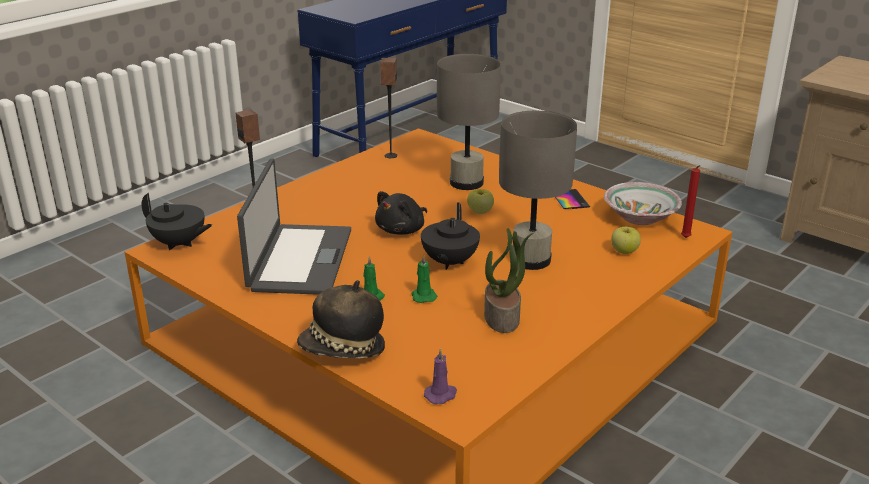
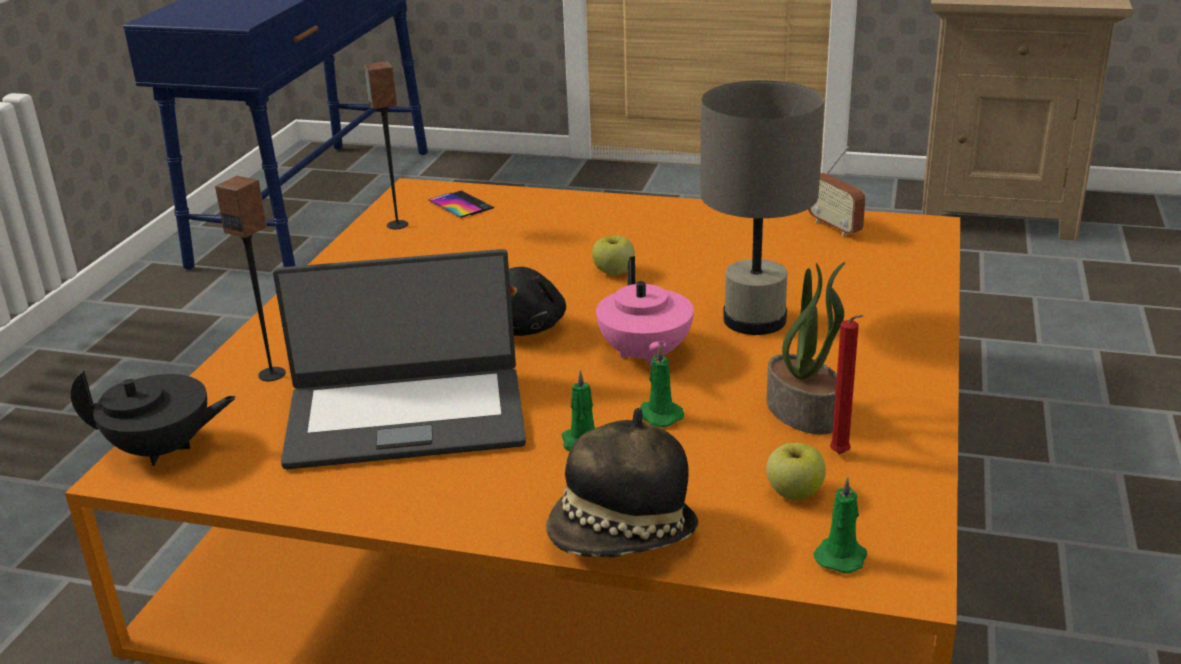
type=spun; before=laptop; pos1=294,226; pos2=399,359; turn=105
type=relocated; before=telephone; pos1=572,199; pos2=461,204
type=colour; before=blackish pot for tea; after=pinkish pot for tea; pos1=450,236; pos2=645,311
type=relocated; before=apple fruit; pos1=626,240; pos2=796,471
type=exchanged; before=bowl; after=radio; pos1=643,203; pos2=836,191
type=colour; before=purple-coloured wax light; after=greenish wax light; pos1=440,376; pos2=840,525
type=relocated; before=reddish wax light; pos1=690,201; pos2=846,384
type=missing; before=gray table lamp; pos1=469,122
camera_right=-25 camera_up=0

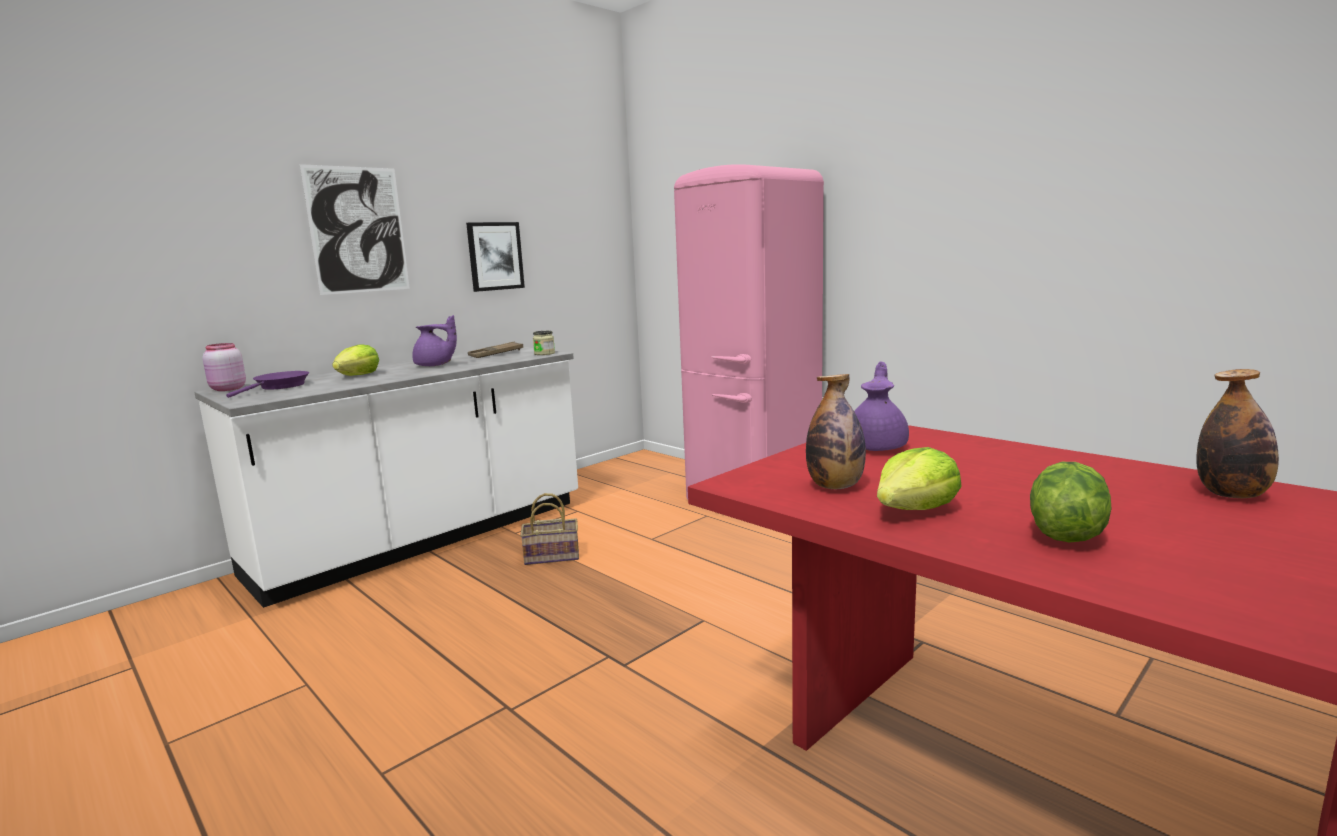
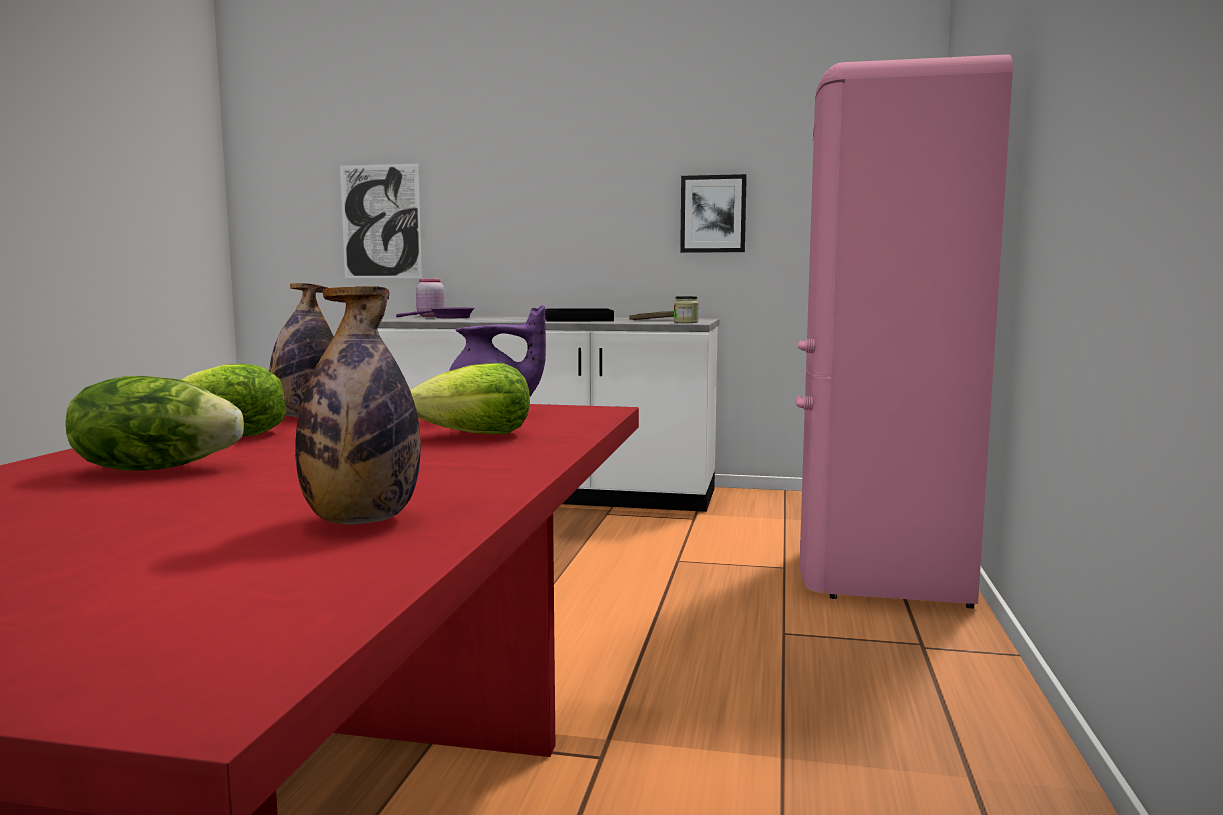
type=relocated; before=wall art; pos1=355,229; pos2=381,221
type=relocated; before=lettuce head; pos1=355,360; pos2=470,398
type=exchanged; before=purple-coloured pot for tea; after=blackish serving tray; pos1=435,340; pos2=579,315
type=missing; before=household basket; pos1=549,529
camera_right=55 camera_up=-5

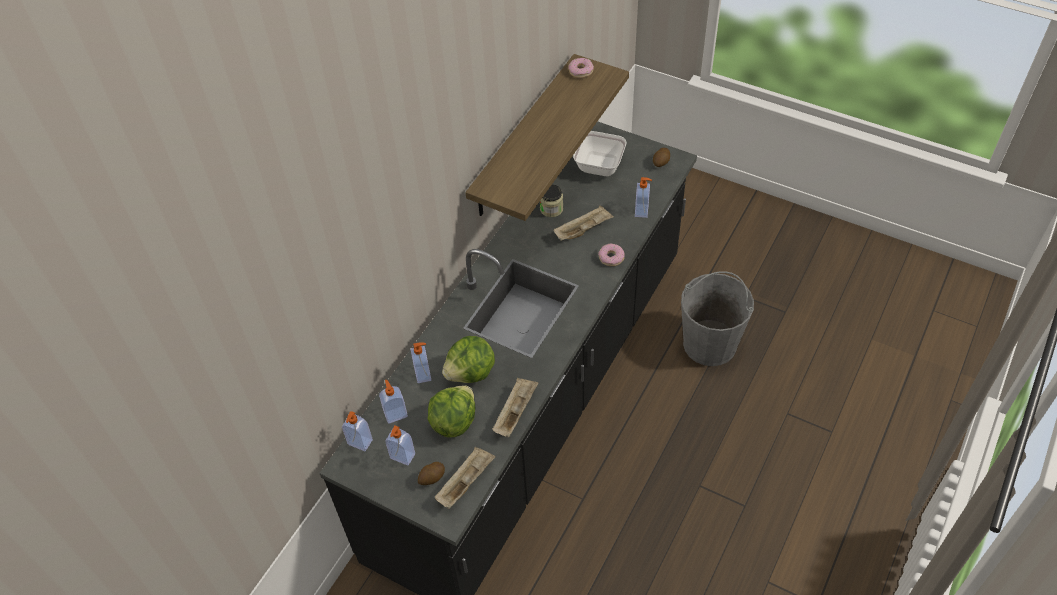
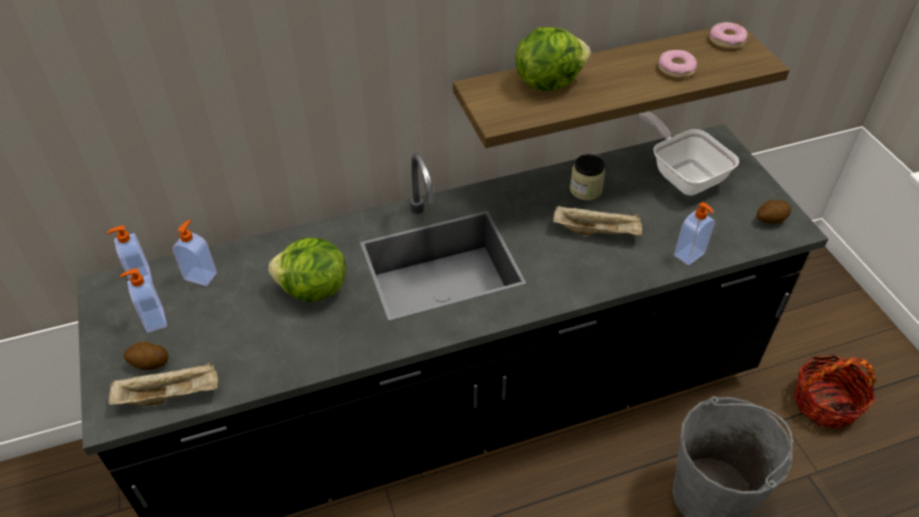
type=relocated; before=lettuce head; pos1=451,411; pos2=553,59
type=relocated; before=donut; pos1=611,255; pos2=678,64
type=appeared; after=household basket; pos2=835,392
type=missing; before=soap dispenser; pos1=421,362
type=missing; before=beige-coloured serving tray; pos1=515,408
camera_right=40 camera_up=-5

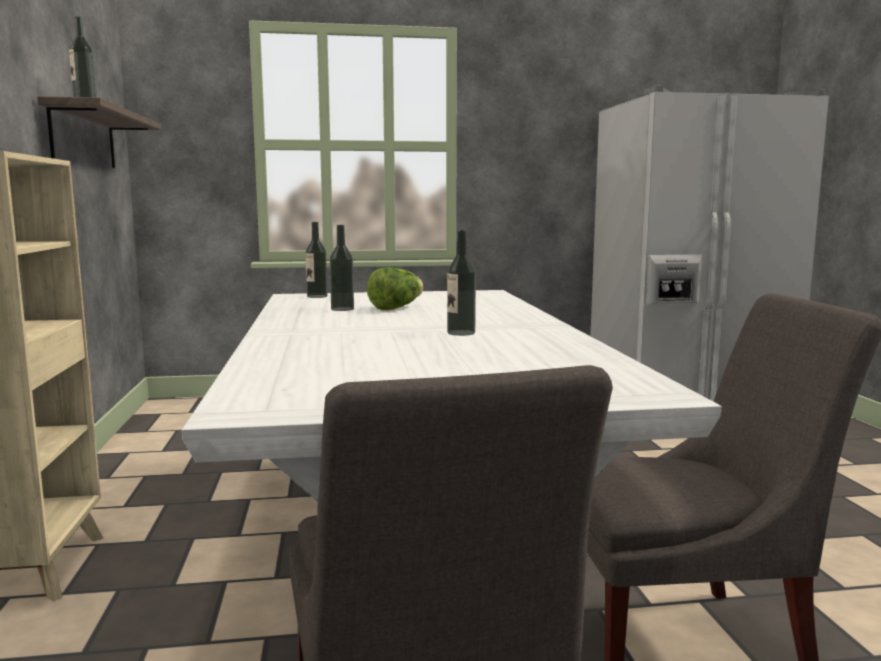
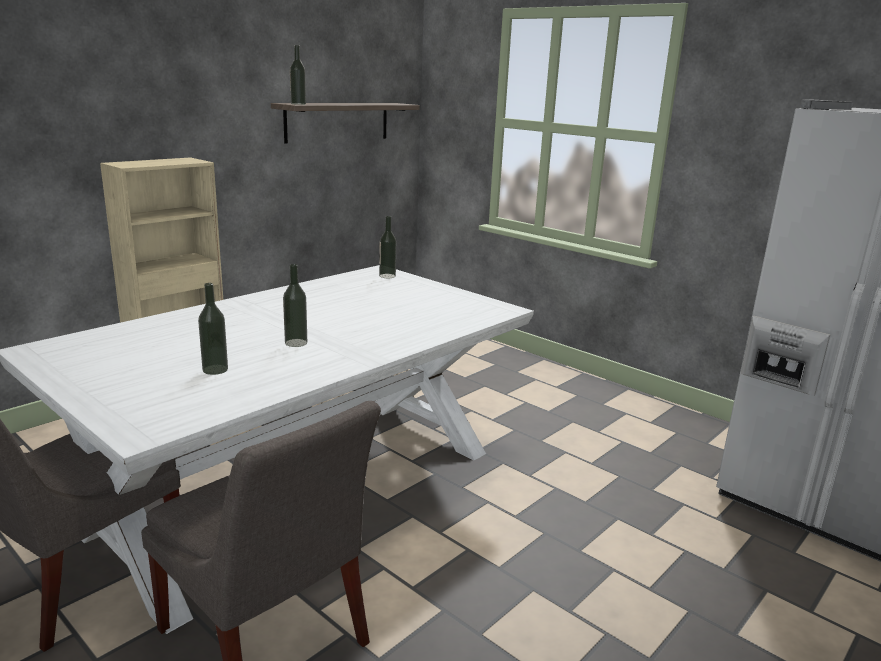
type=relocated; before=drink bottle; pos1=342,268; pos2=213,329
type=missing; before=lettuce head; pos1=395,288
camera_right=50 camera_up=10

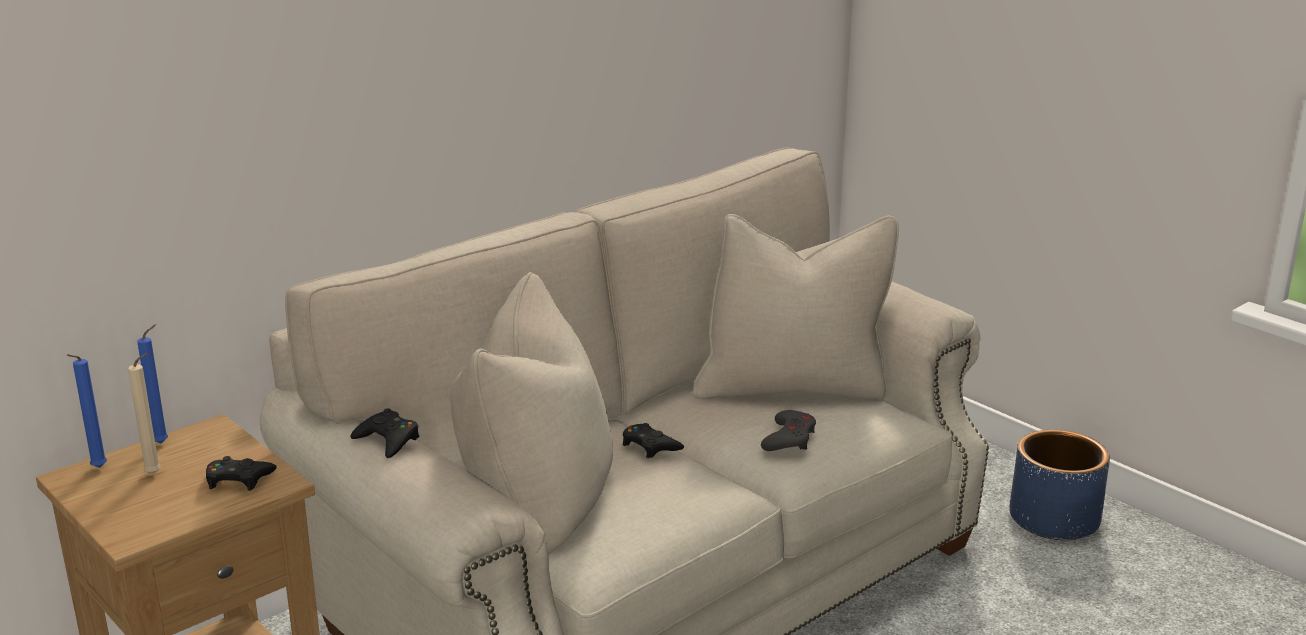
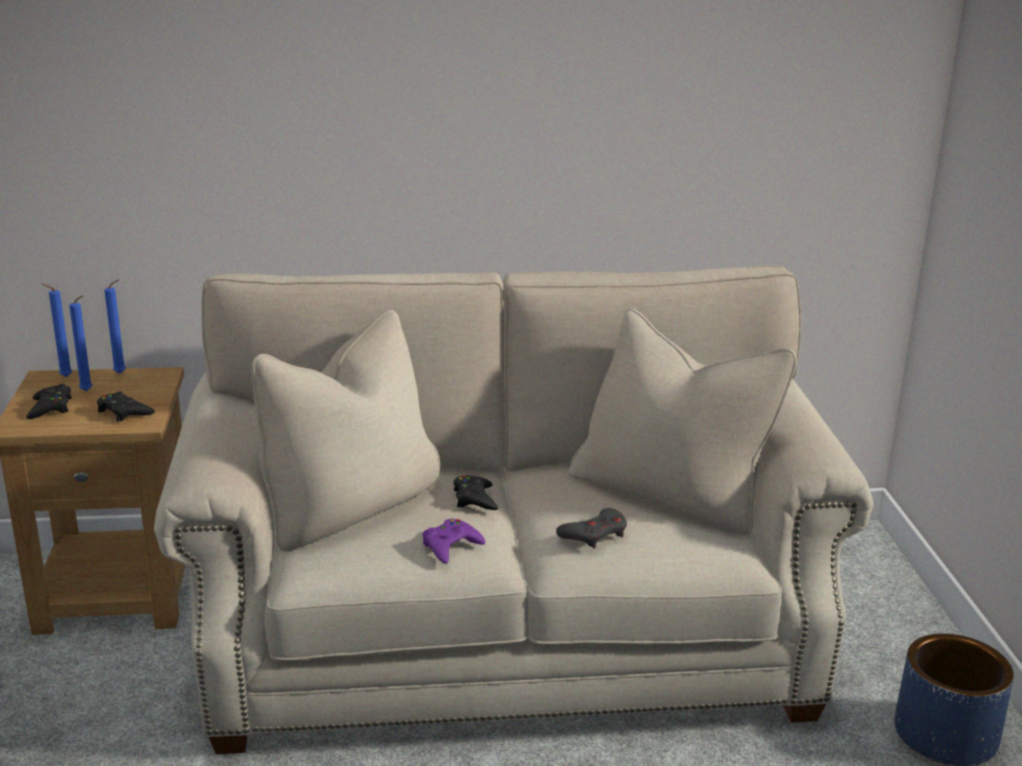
type=relocated; before=blackish game controller; pos1=384,433; pos2=49,401
type=colour; before=beige-coloured wax light; after=blue-coloured wax light; pos1=144,413; pos2=80,343
type=appeared; after=purple-coloured game controller; pos2=453,541
camera_right=35 camera_up=0

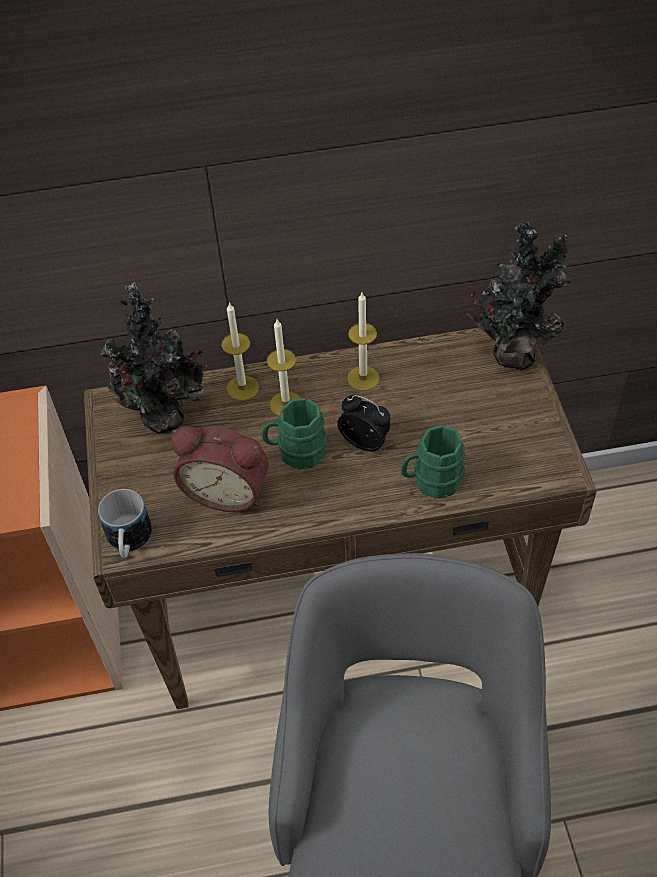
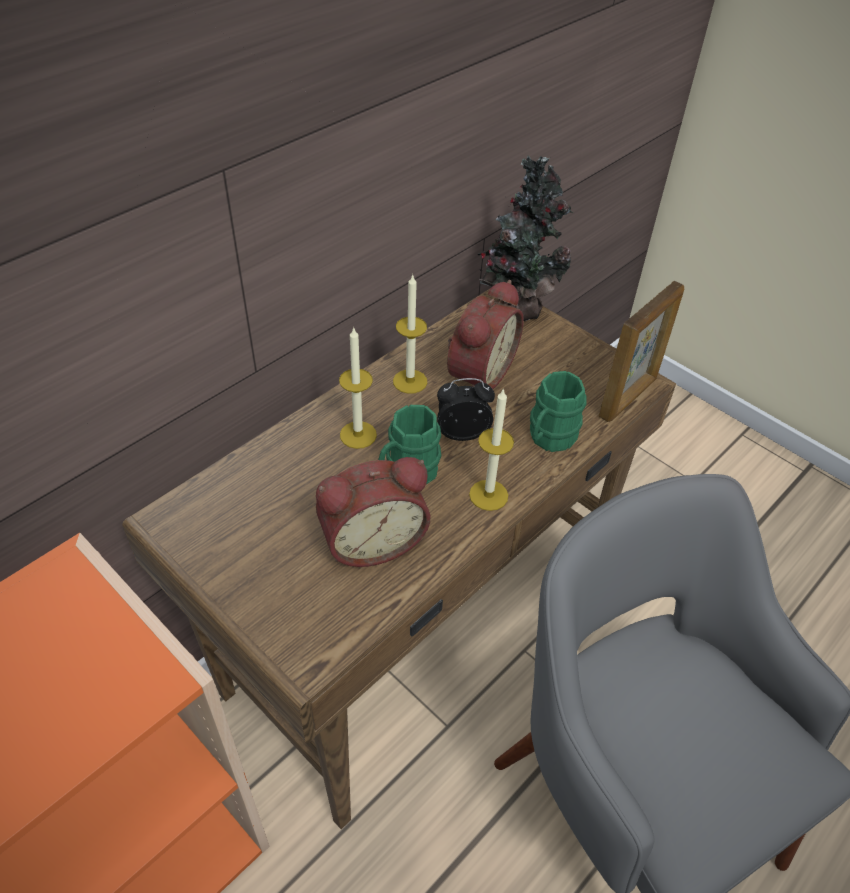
type=appeared; after=alarm clock; pos2=485,334
type=relocated; before=wax light; pos1=240,351; pos2=491,449
type=appeared; after=photo frame; pos2=641,351
type=missing; before=plant in a pot; pos1=152,358
type=missing; before=mug; pos1=125,523
camera_right=-40 camera_up=-5

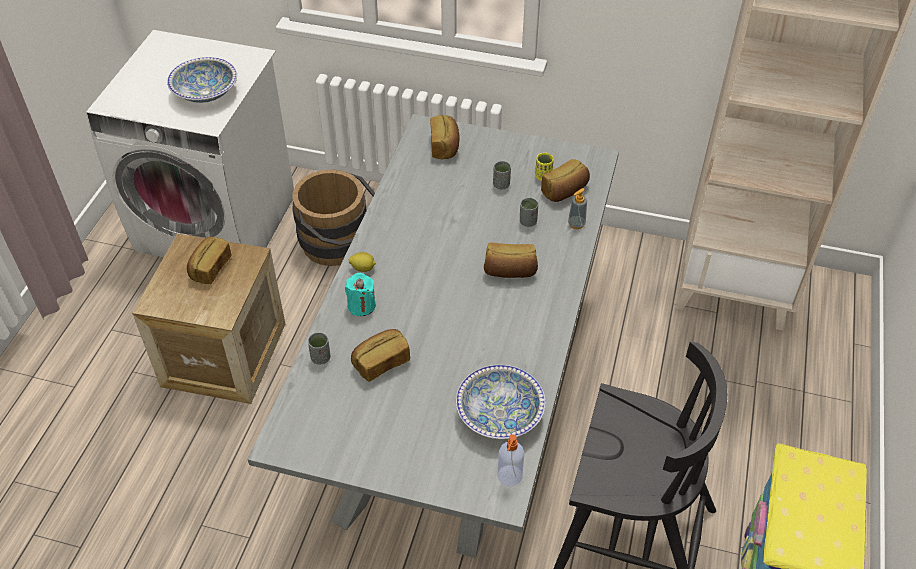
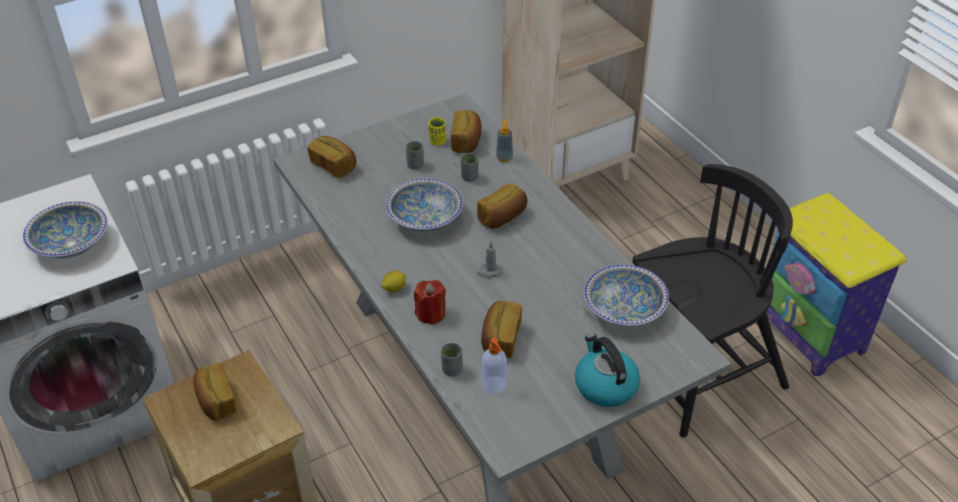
type=appeared; after=bowl; pos2=424,204
type=colour; before=blue-green wax light; after=reddish wax light; pos1=360,294; pos2=430,302
type=appeared; after=gray wax light; pos2=490,260
type=relocated; before=soap dispenser; pos1=510,460; pos2=494,366
type=appeared; after=kettle; pos2=607,370
type=missing; before=brown pail; pos1=334,217
camera_right=-45 camera_up=-5

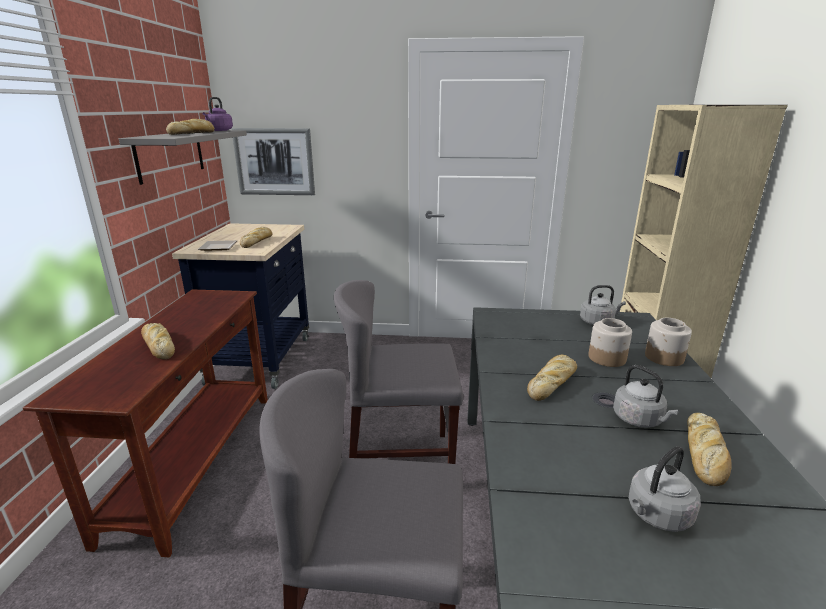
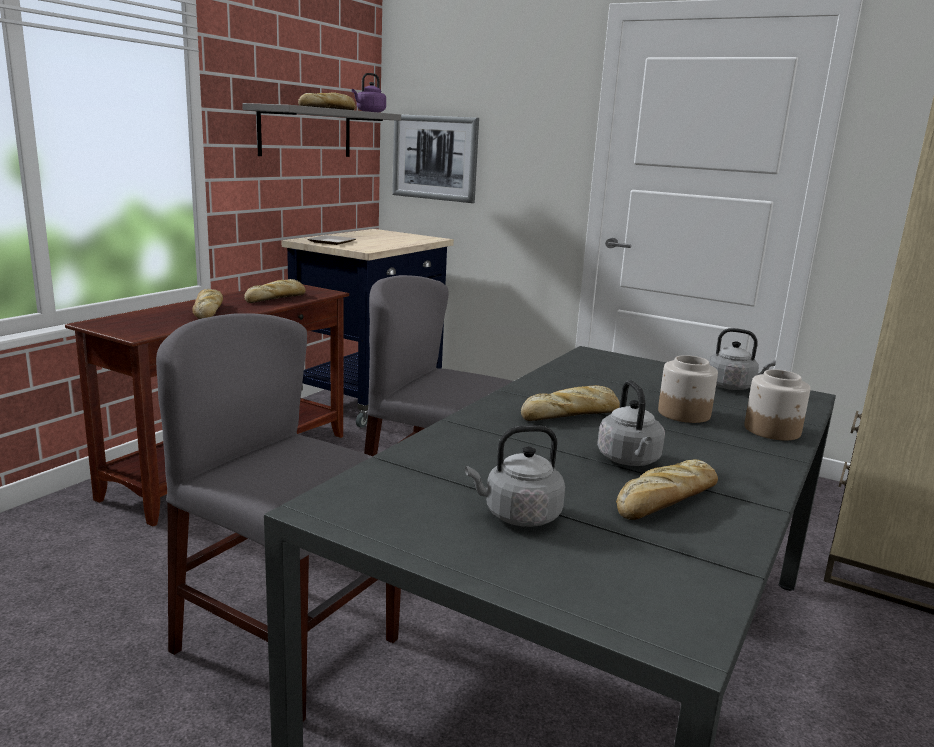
type=relocated; before=bread; pos1=256,237; pos2=275,291
camera_right=25 camera_up=-5

